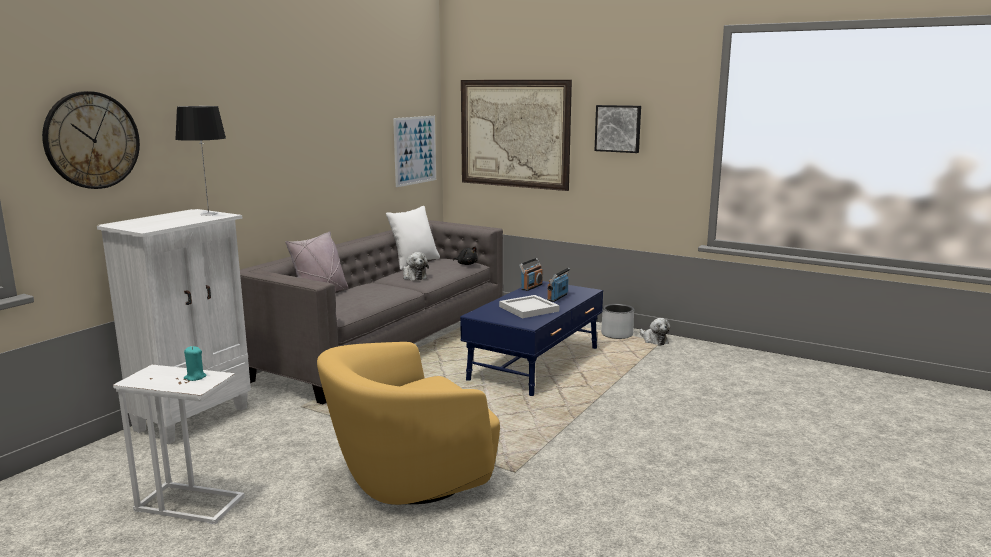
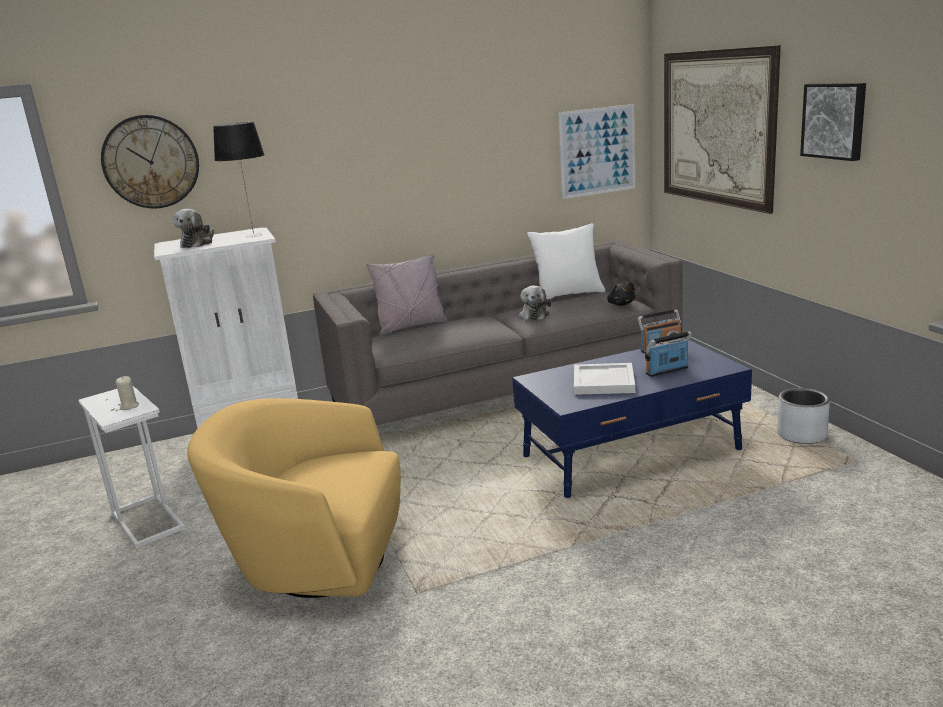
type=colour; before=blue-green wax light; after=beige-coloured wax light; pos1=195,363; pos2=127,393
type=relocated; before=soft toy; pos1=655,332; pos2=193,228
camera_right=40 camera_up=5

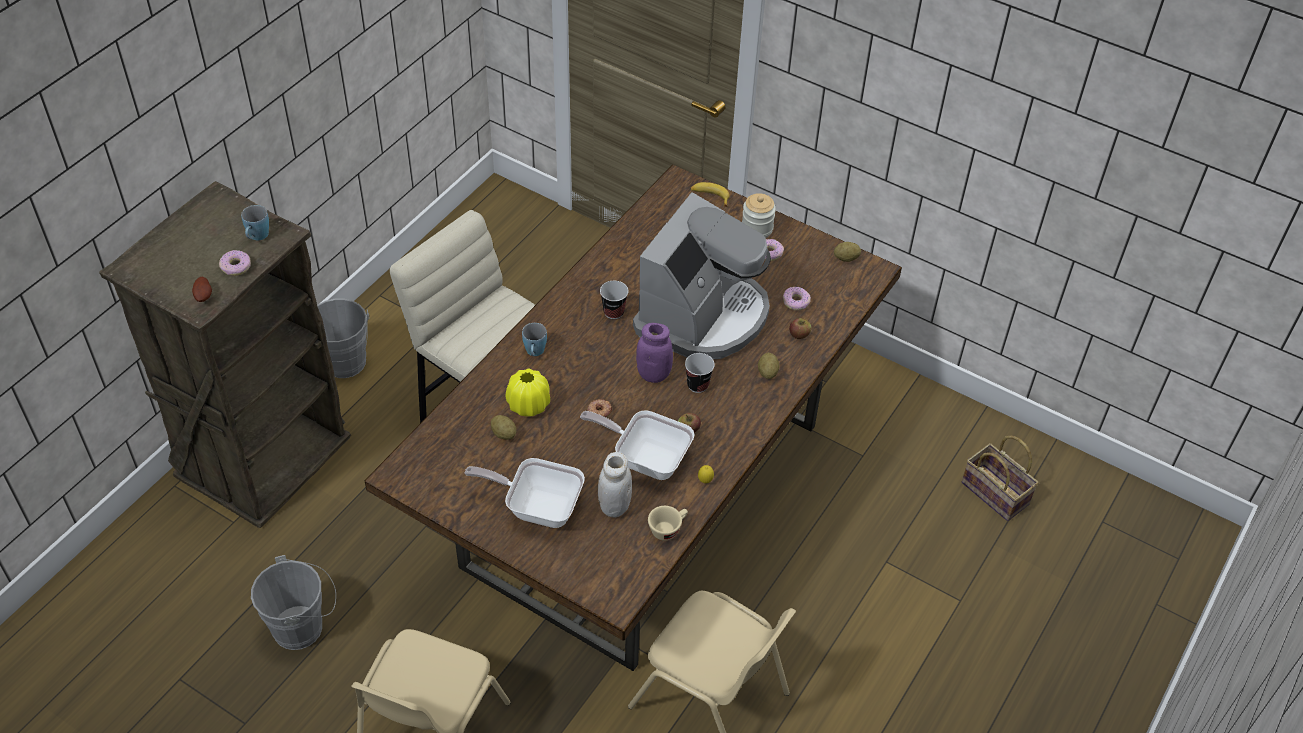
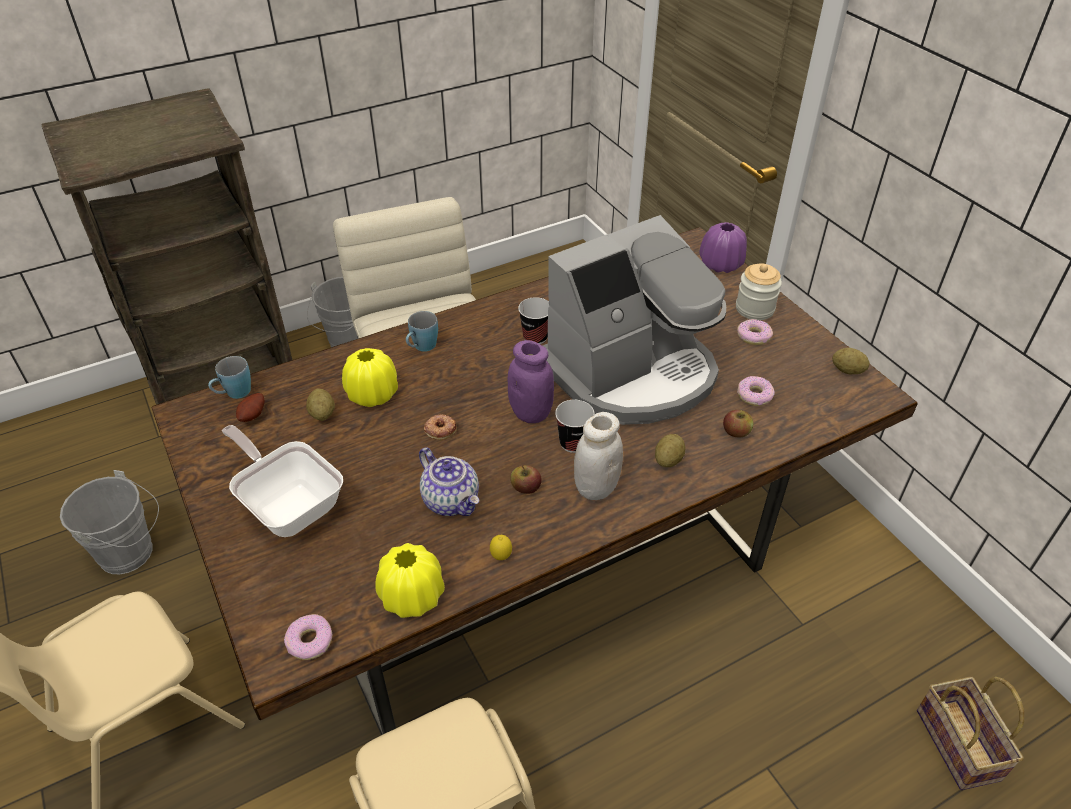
type=relocated; before=blue-coloured mug; pos1=255,222; pos2=229,377
type=relocated; before=whole potato; pos1=202,289; pos2=250,407
type=relocated; before=donut; pos1=235,263; pos2=308,637
type=exchanged; before=beige-coloured cup; after=yellowish flower vase; pos1=668,523; pos2=410,580
type=exchanged; before=frying pan; after=pot for tea; pos1=637,445; pos2=449,481
type=relocated; before=whitish preserve jar; pos1=615,484; pos2=598,456
type=exchanged; before=banana; after=purple-coloured flower vase; pos1=710,194; pos2=723,247
camera_right=30 camera_up=-5

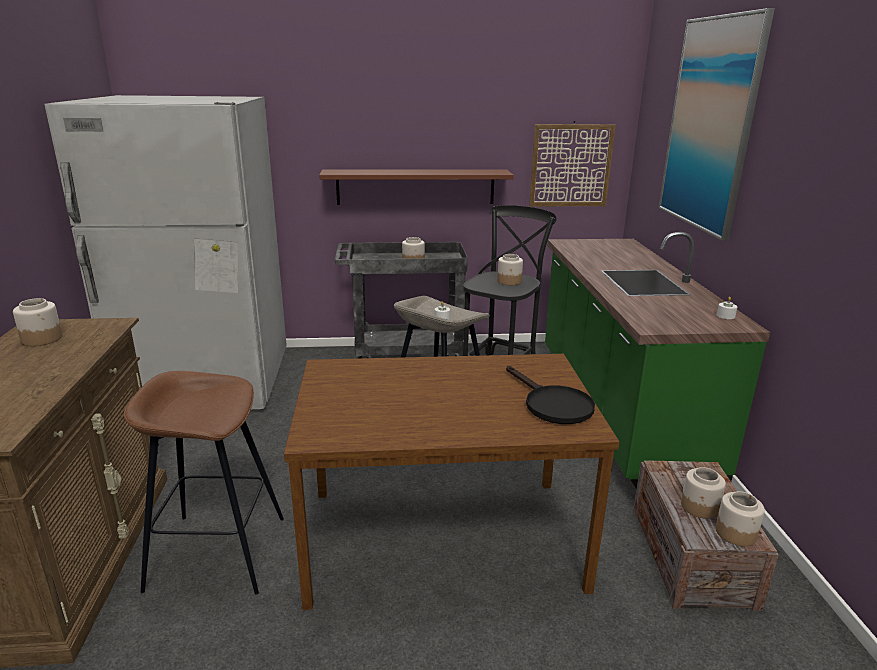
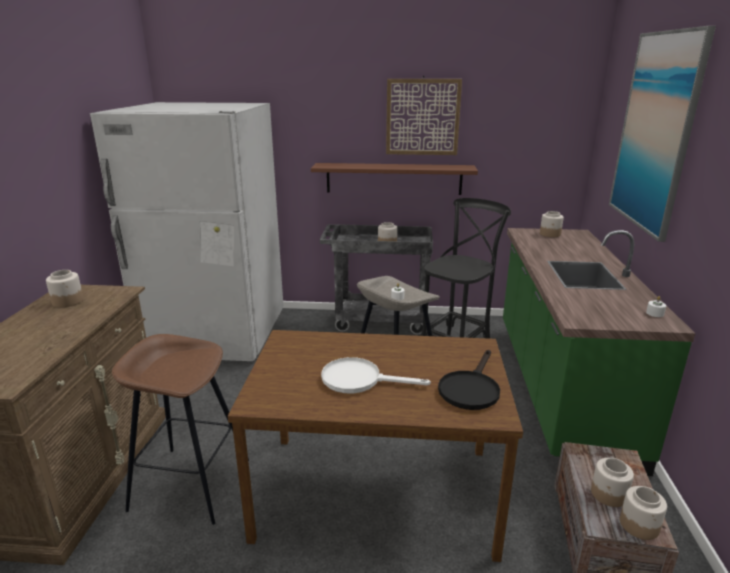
type=appeared; after=whitish frying pan; pos2=376,375
type=relocated; before=wall art; pos1=572,164; pos2=424,115
type=spun; before=blackish frying pan; pos1=550,395; pos2=469,380; turn=45
type=relocated; before=preserve jar; pos1=510,269; pos2=552,224
camera_right=10 camera_up=0

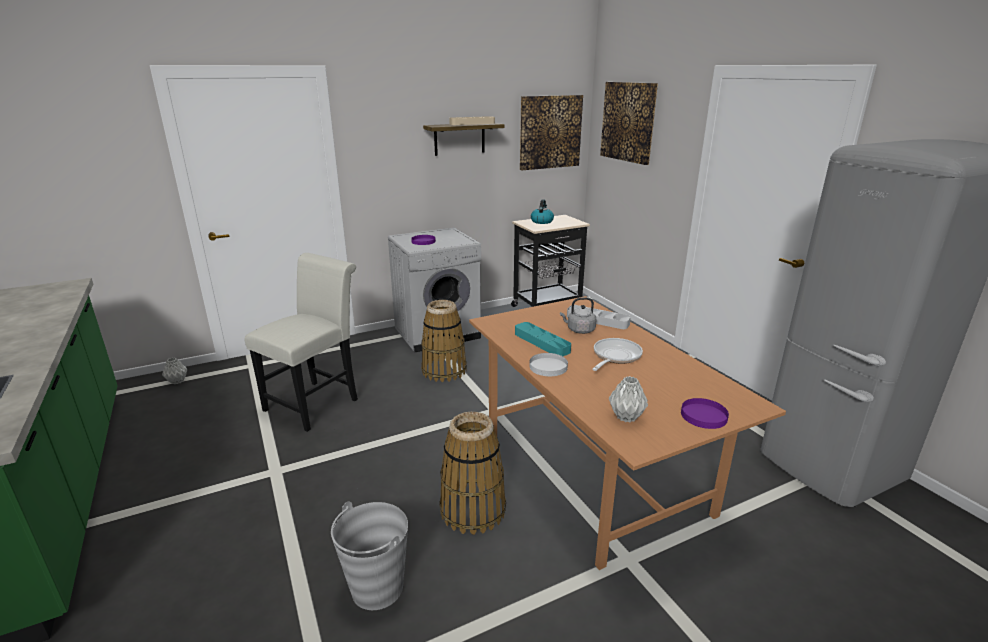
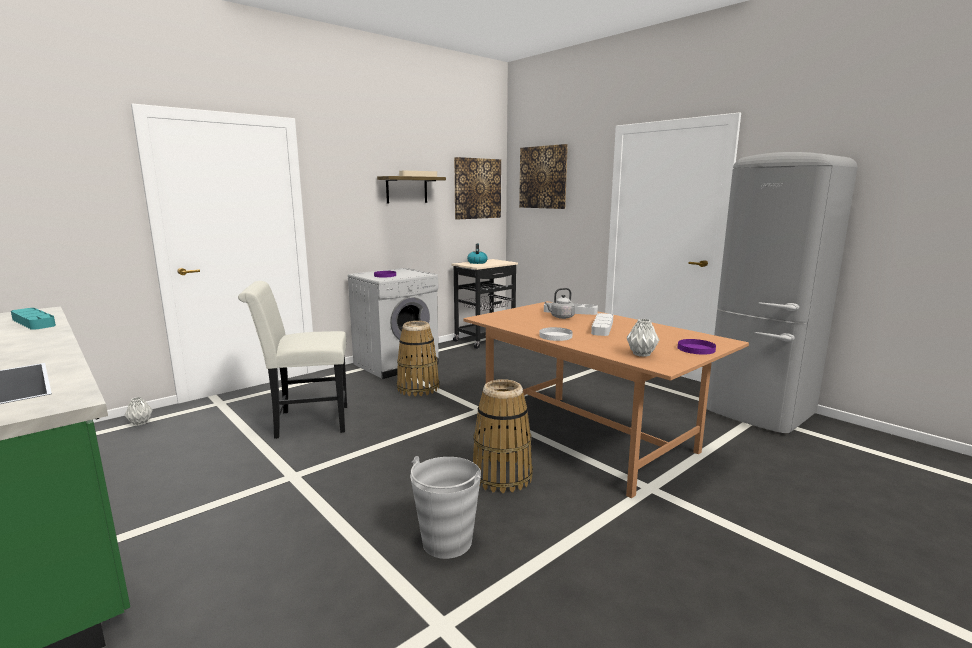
type=relocated; before=blue-green serving tray; pos1=543,339; pos2=33,319
type=spun; before=whitish plain chair; pos1=301,342; pos2=292,360; turn=-120
type=exchanged; before=frying pan; after=gray serving tray; pos1=617,354; pos2=602,324
camera_right=-15 camera_up=-10

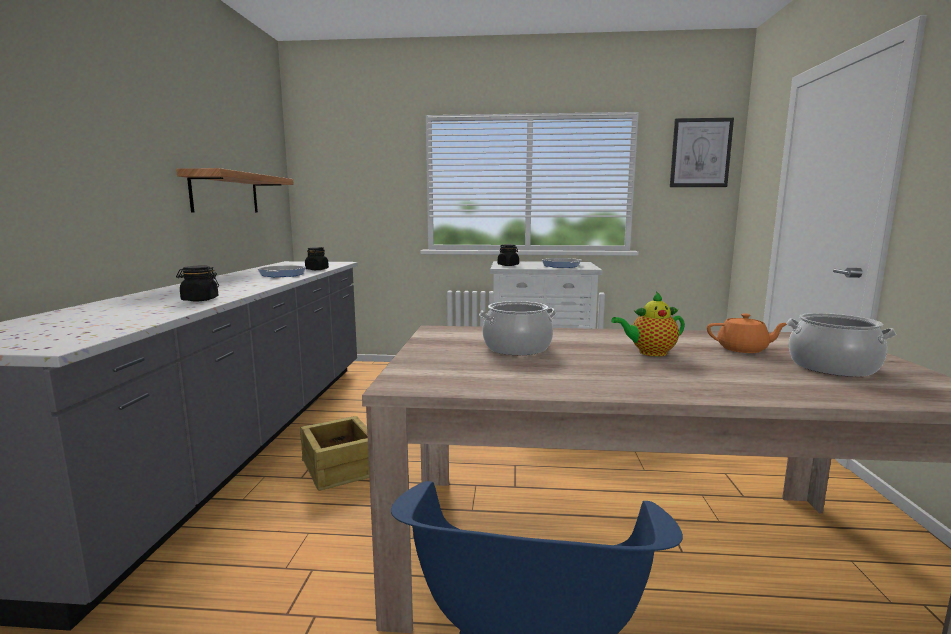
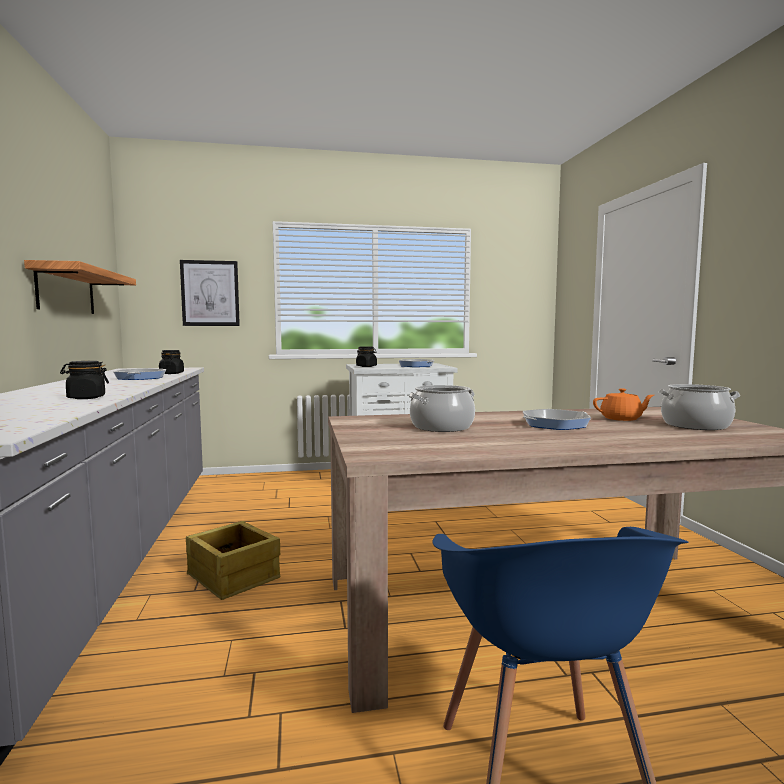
type=relocated; before=wall art; pos1=702,152; pos2=210,293
type=exchanged; before=pot for tea; after=frying pan; pos1=648,323; pos2=557,419
camera_right=-15 camera_up=-5

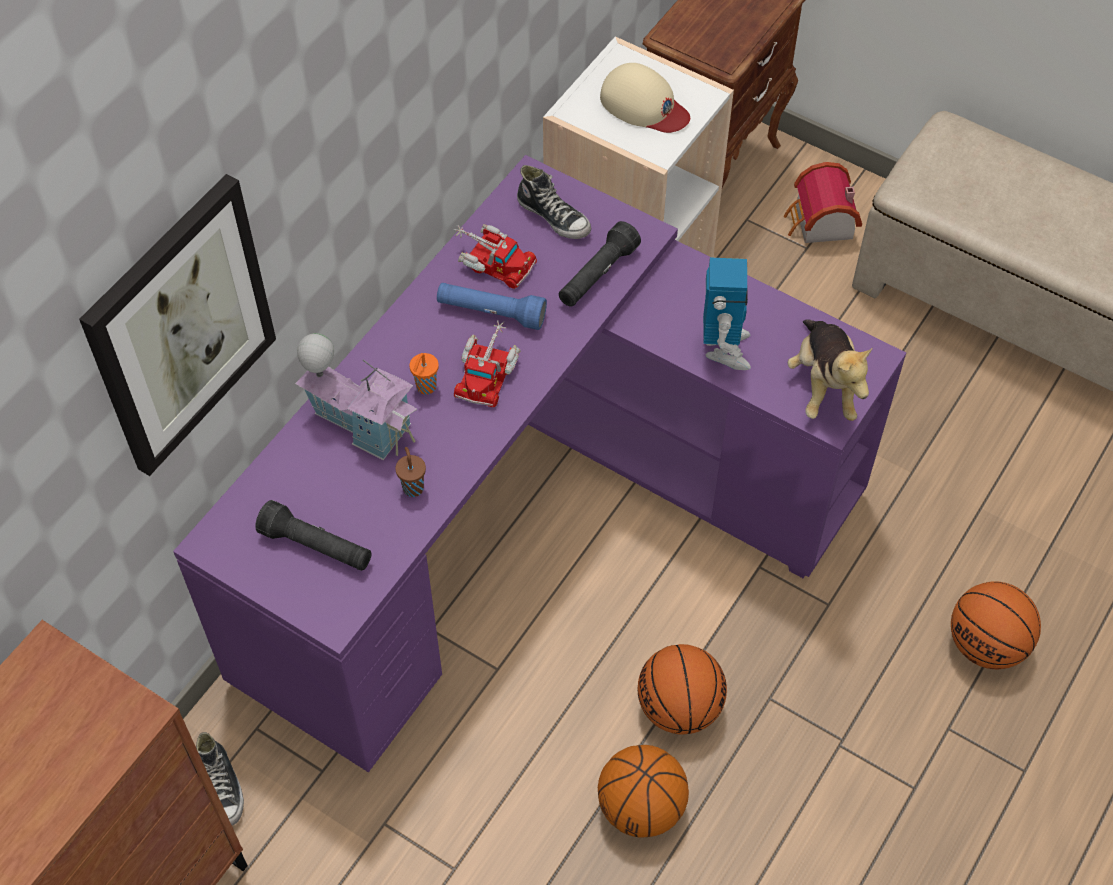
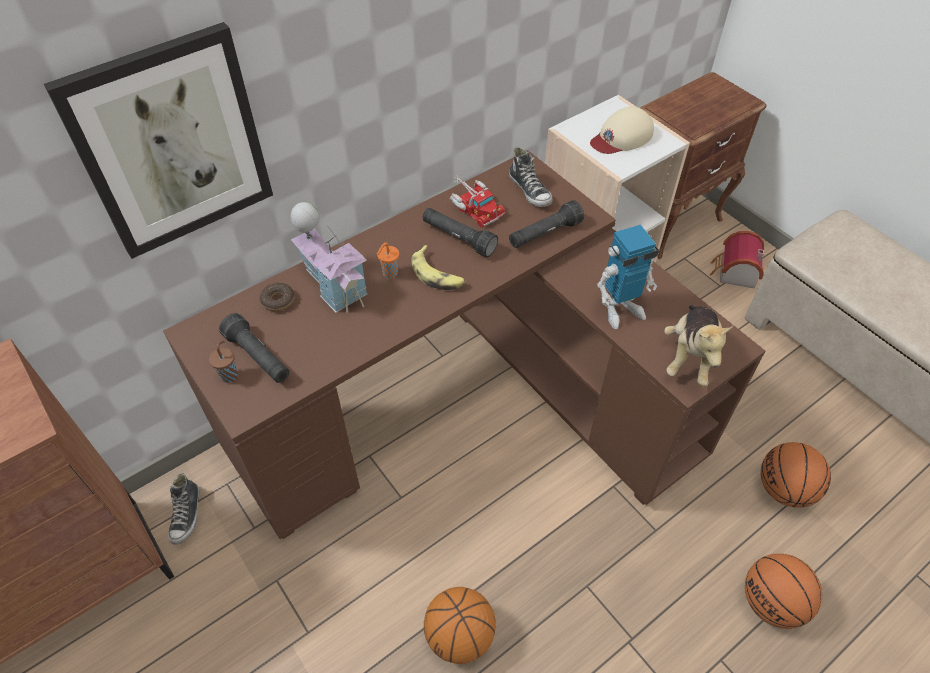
type=colour; before=purple-coloured desk; after=brown desk; pos1=539,463; pos2=464,344
type=relocated; before=brown cup; pos1=410,472; pos2=223,361
type=appeared; after=donut; pos2=277,297
type=exchanged; before=model truck; after=banana; pos1=487,363; pos2=438,267
type=colour; before=blue-coloured torch; after=blackish torch; pos1=492,306; pos2=460,232
type=spun; before=beige-coloured baseball cap; pos1=645,98; pos2=622,130; turn=90
type=spun; before=model robot; pos1=727,314; pos2=628,277; turn=45
type=relocated; before=basketball; pos1=682,689; pos2=796,475
camera_right=20 camera_up=-5

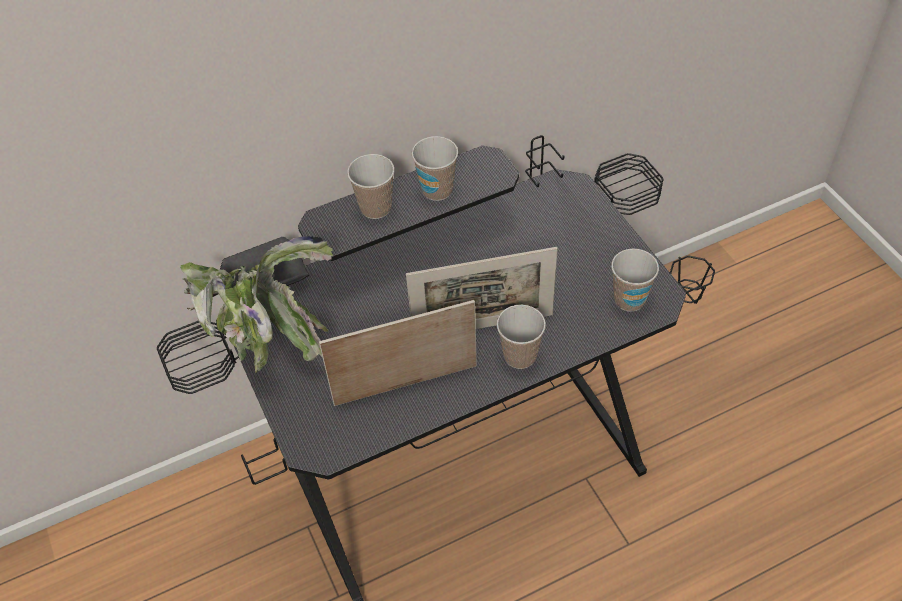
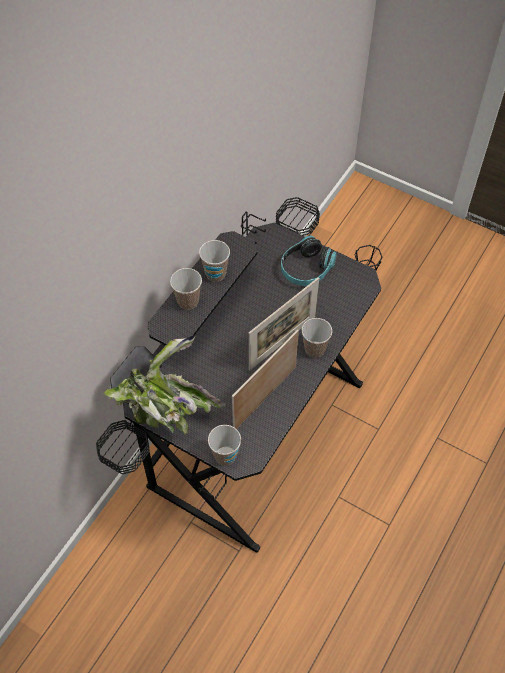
type=relocated; before=cup; pos1=635,280; pos2=224,445
type=appeared; after=headset; pos2=309,261
camera_right=-35 camera_up=5

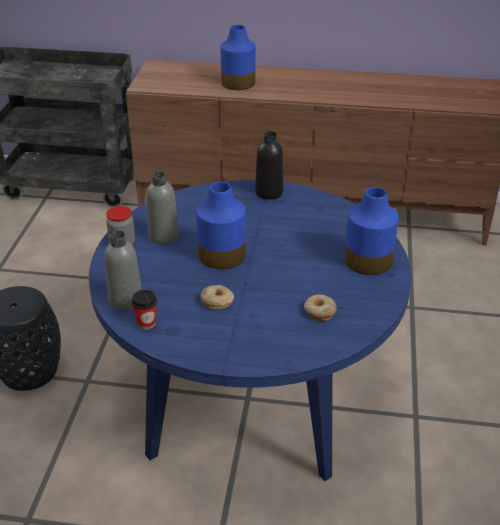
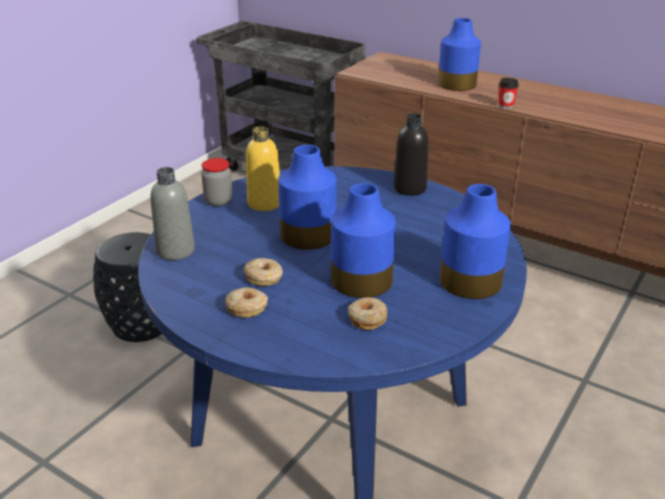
type=appeared; after=donut; pos2=246,302
type=colour; before=gray drink bottle; after=yellowish drink bottle; pos1=162,207; pos2=263,168
type=appeared; after=blue-coloured flower vase; pos2=363,240
type=relocated; before=cup; pos1=144,309; pos2=509,93
camera_right=25 camera_up=-5

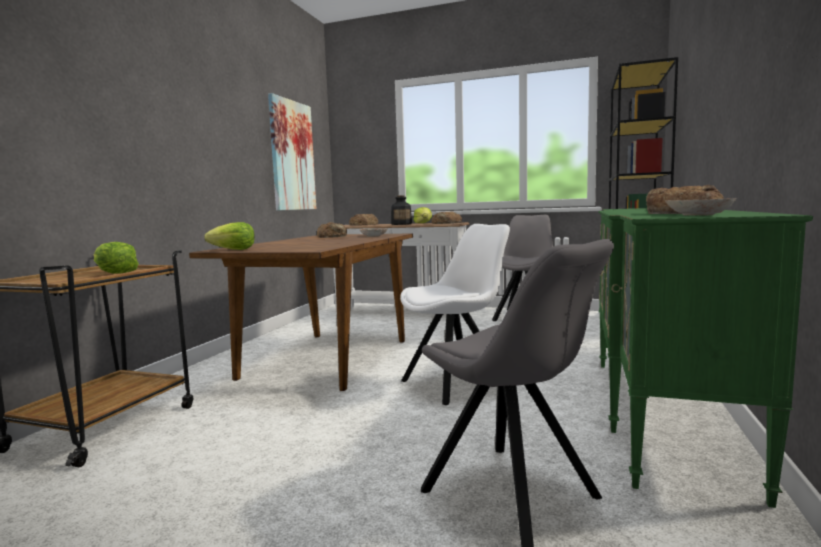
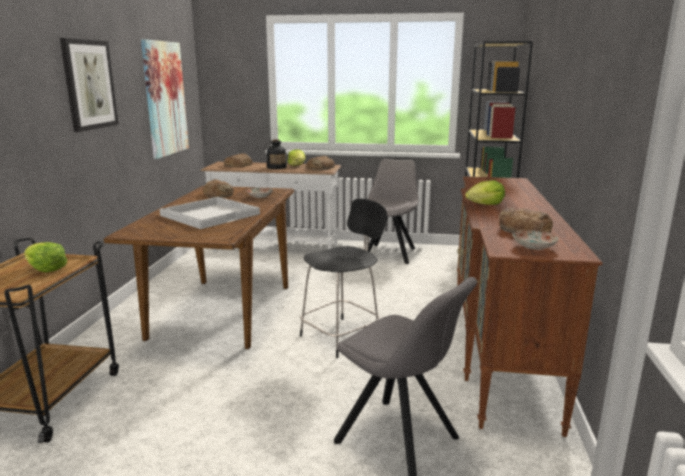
type=appeared; after=wall art; pos2=89,85
type=appeared; after=whitish serving tray; pos2=209,213
type=exchanged; before=whitish plain chair; after=blackish stool; pos1=455,314; pos2=343,278
type=colour; before=greenish cupboard; after=brown cupboard; pos1=705,358; pos2=530,306
type=relocated; before=lettuce head; pos1=229,236; pos2=485,192
camera_right=-10 camera_up=10

